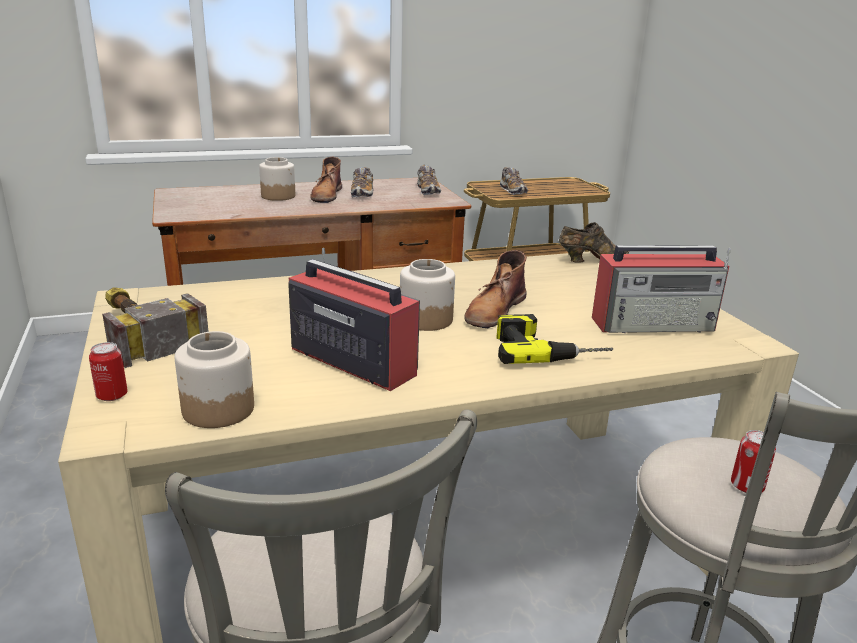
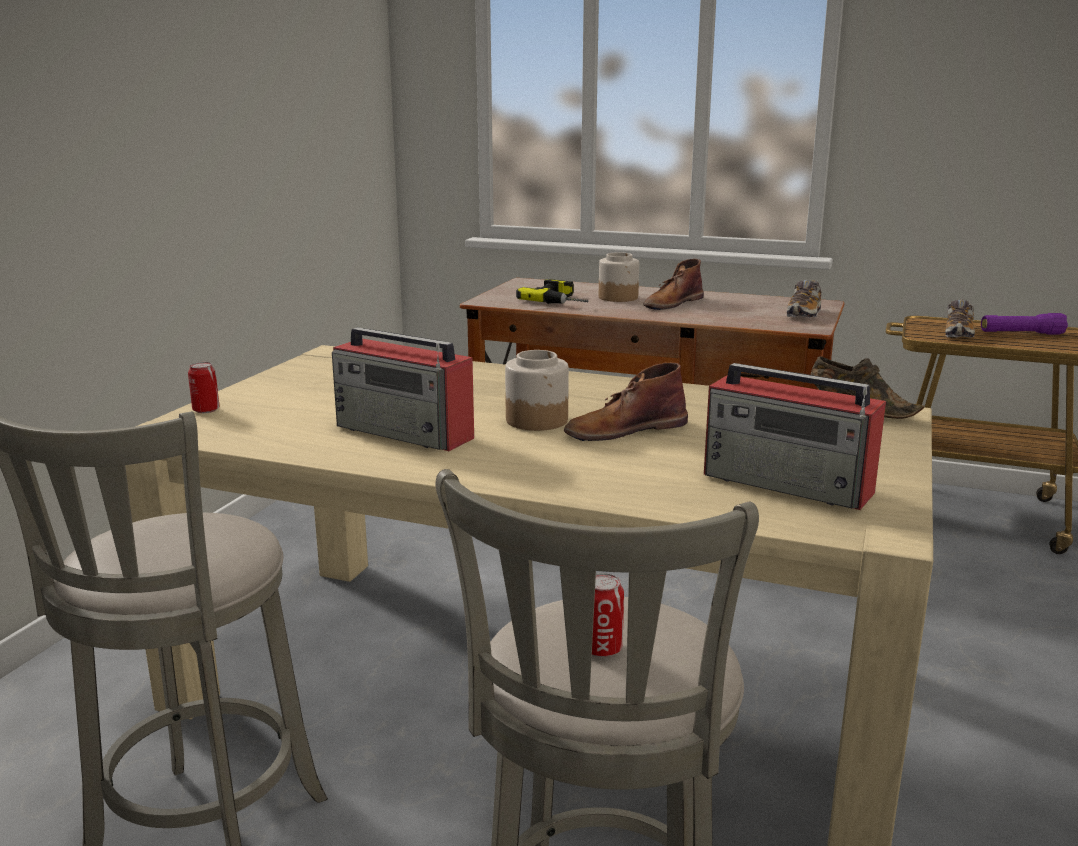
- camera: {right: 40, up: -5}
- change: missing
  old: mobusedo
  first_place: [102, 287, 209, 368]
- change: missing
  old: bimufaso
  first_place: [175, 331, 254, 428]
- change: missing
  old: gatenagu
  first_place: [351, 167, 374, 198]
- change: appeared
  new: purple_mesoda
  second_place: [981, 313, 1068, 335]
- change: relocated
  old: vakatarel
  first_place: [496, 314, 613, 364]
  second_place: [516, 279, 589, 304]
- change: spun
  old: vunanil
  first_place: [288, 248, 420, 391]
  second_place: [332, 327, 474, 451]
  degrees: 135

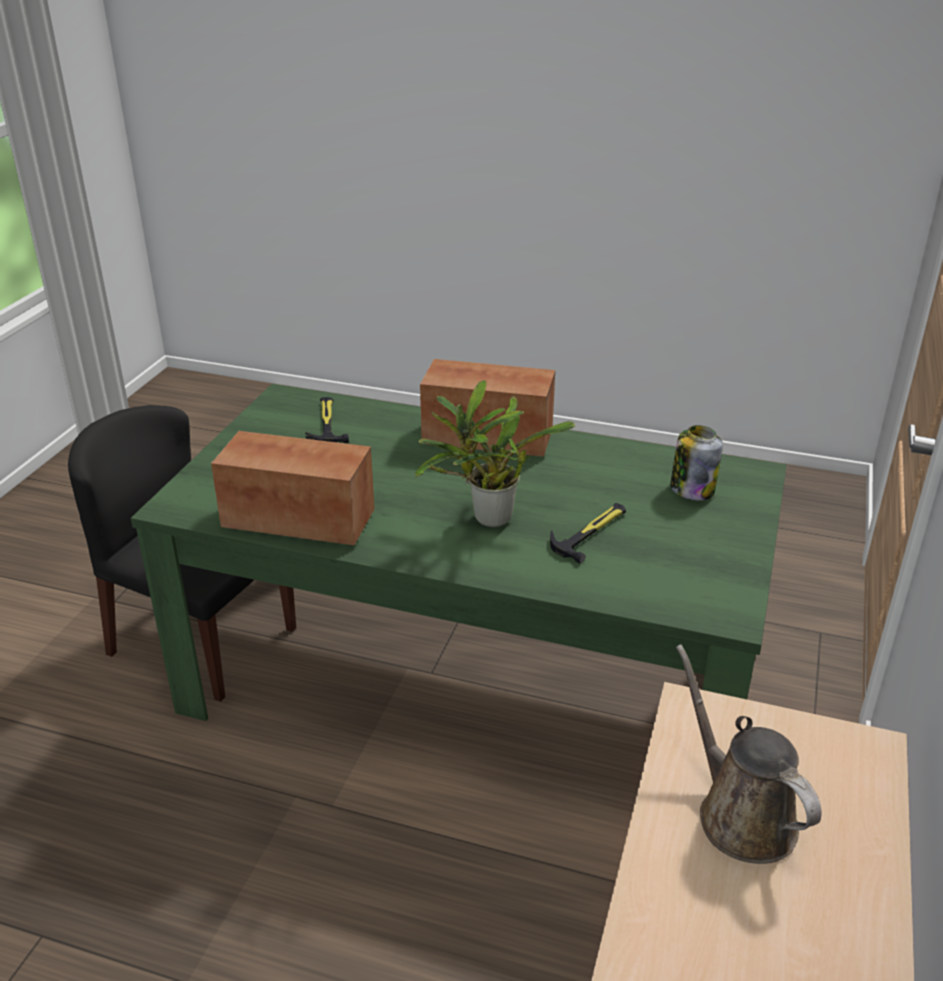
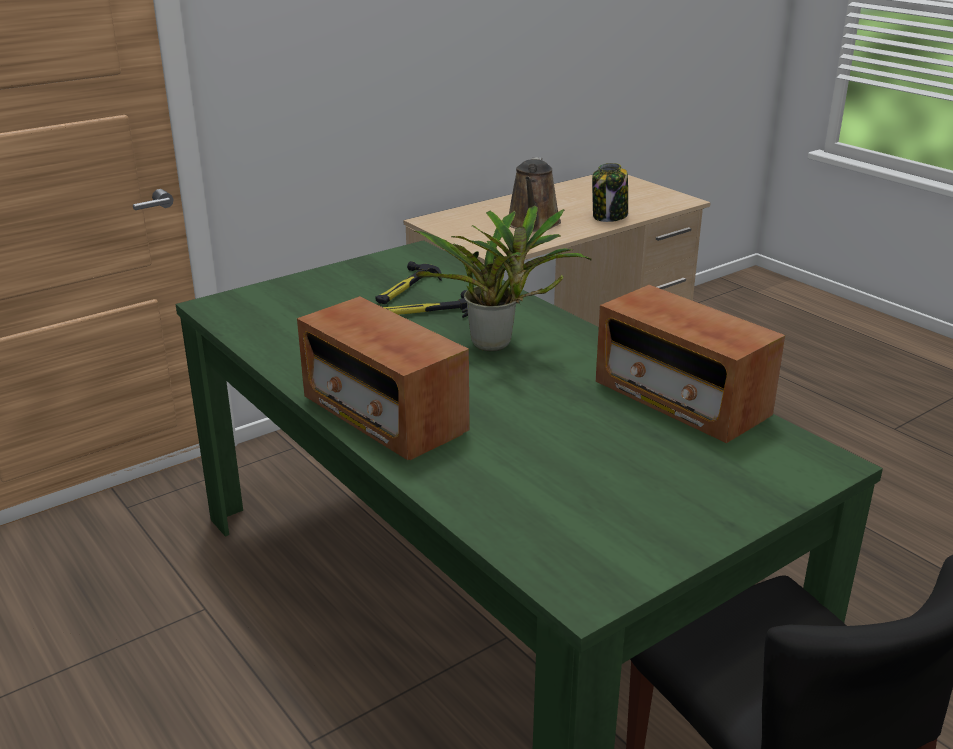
- camera: {right: -145, up: -5}
- change: relocated
  old: mobusedo
  first_place: [305, 397, 349, 443]
  second_place: [375, 261, 442, 304]
- change: relocated
  old: bimufaso
  first_place: [670, 425, 723, 501]
  second_place: [592, 163, 628, 222]

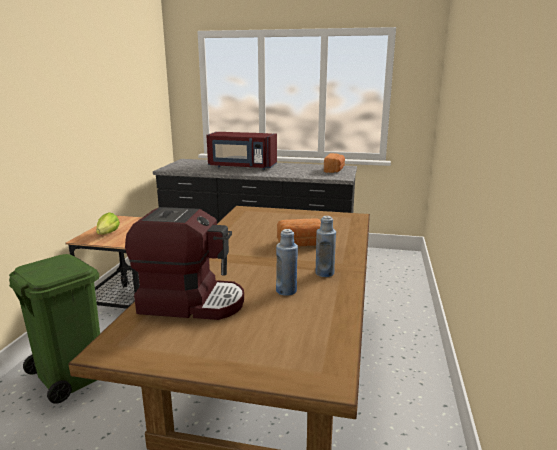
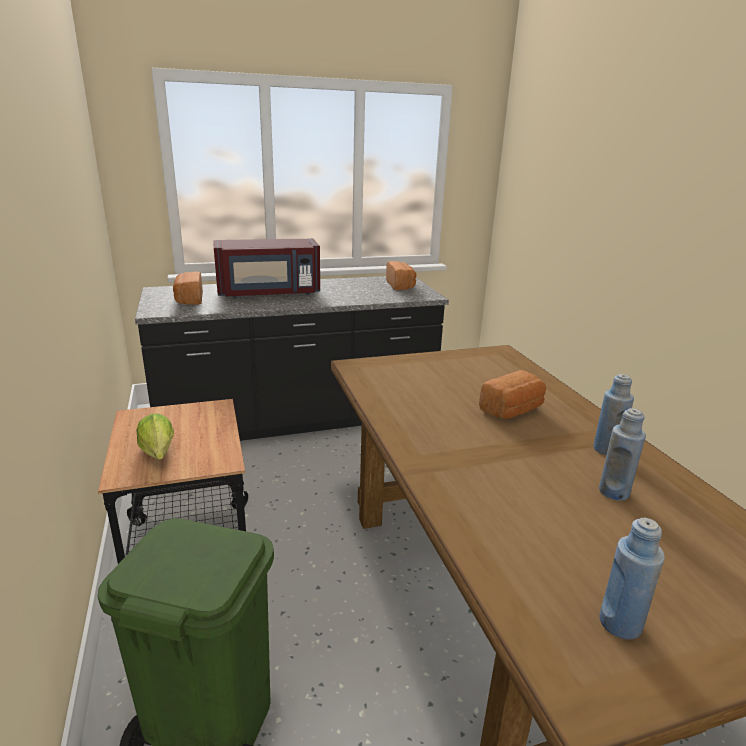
- camera: {right: -30, up: 5}
- change: missing
  old: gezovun
  first_place: [125, 207, 244, 320]
- change: appeared
  new: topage
  second_place: [173, 271, 203, 305]
- change: appeared
  new: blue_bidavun
  second_place: [599, 518, 665, 639]

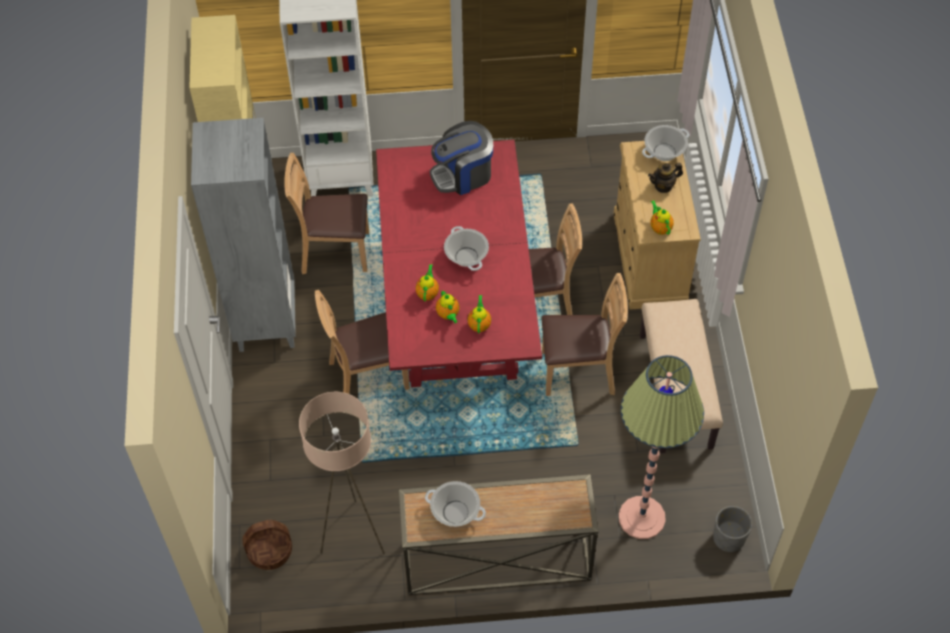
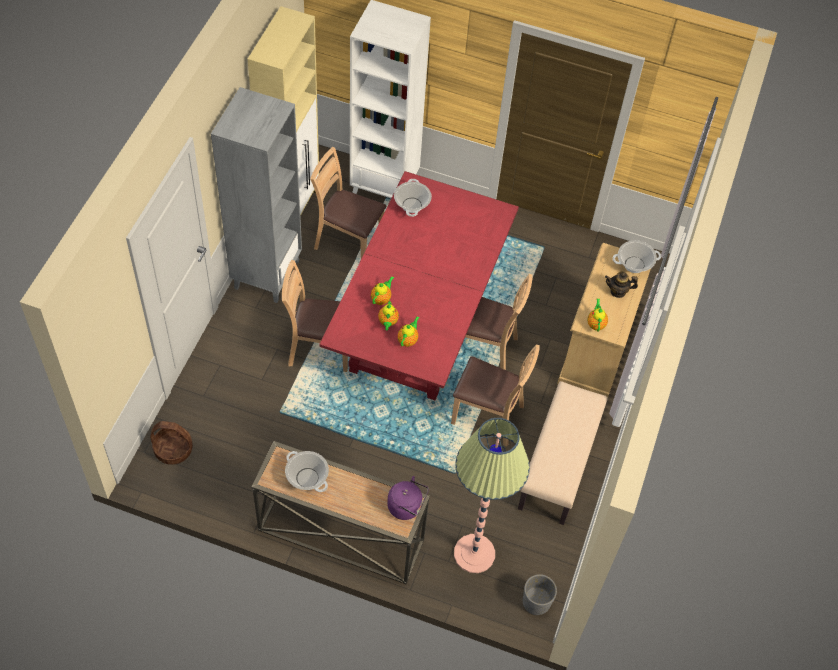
- camera: {right: 20, up: 0}
- change: missing
  old: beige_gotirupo
  first_place: [299, 392, 385, 554]
- change: missing
  old: gezovun
  first_place: [430, 121, 493, 195]
- change: appeared
  new: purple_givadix
  second_place: [387, 476, 429, 520]
- change: relocated
  old: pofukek
  first_place: [444, 226, 489, 271]
  second_place: [394, 179, 432, 217]

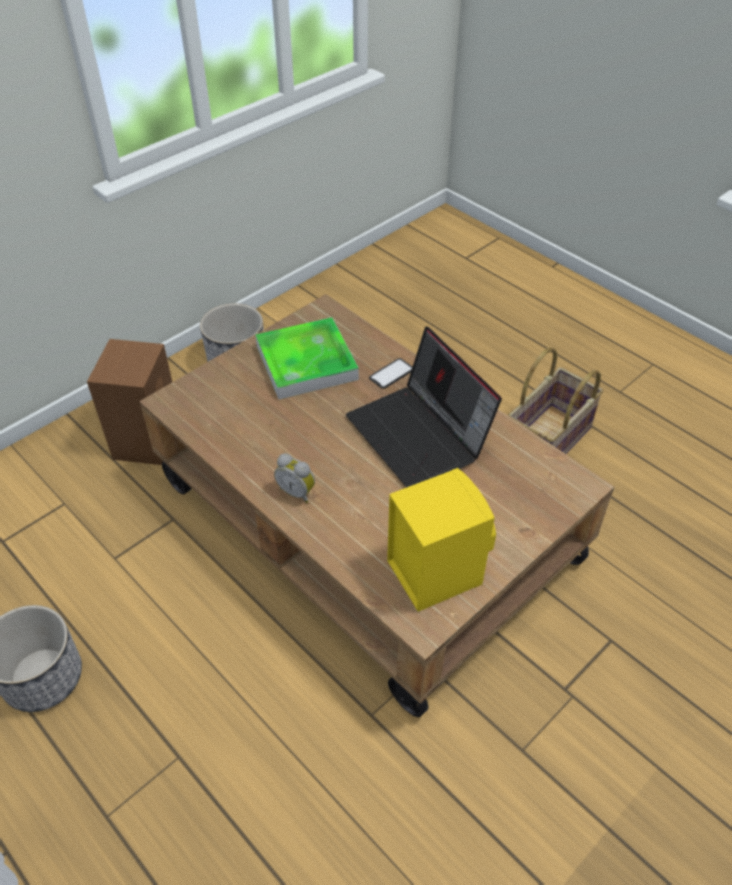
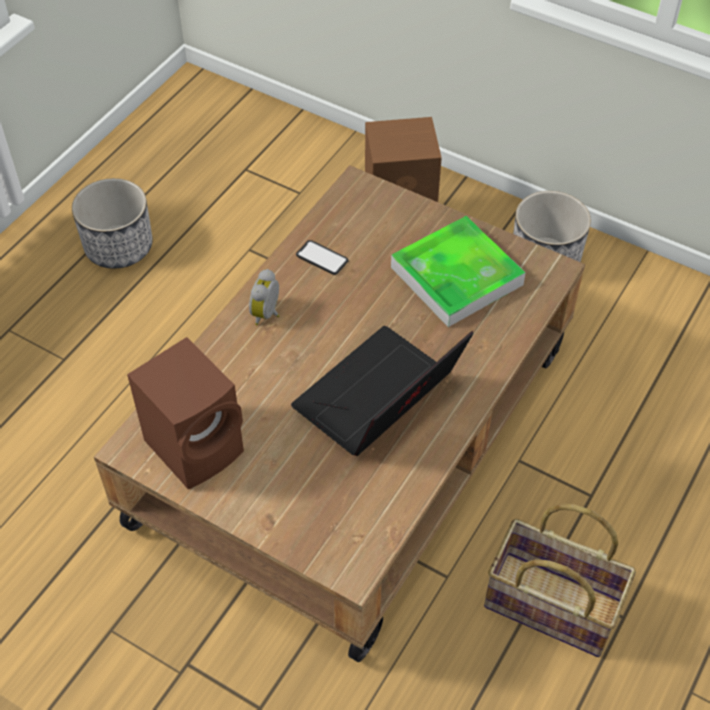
- camera: {right: 75, up: 5}
- change: relocated
  old: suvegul
  first_place: [369, 358, 412, 389]
  second_place: [296, 240, 349, 275]
- change: colour
  old: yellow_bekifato
  new: brown_bekifato
  first_place: [387, 468, 496, 612]
  second_place: [127, 337, 244, 489]

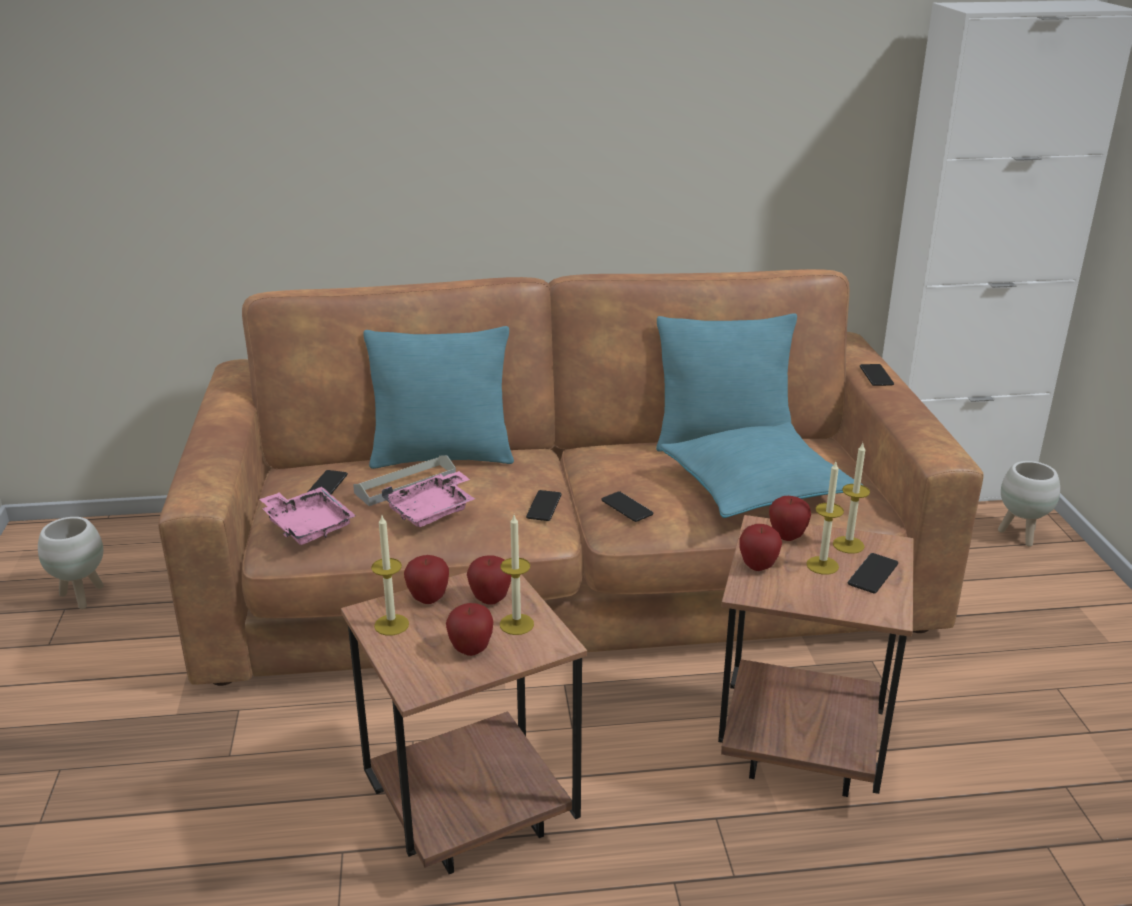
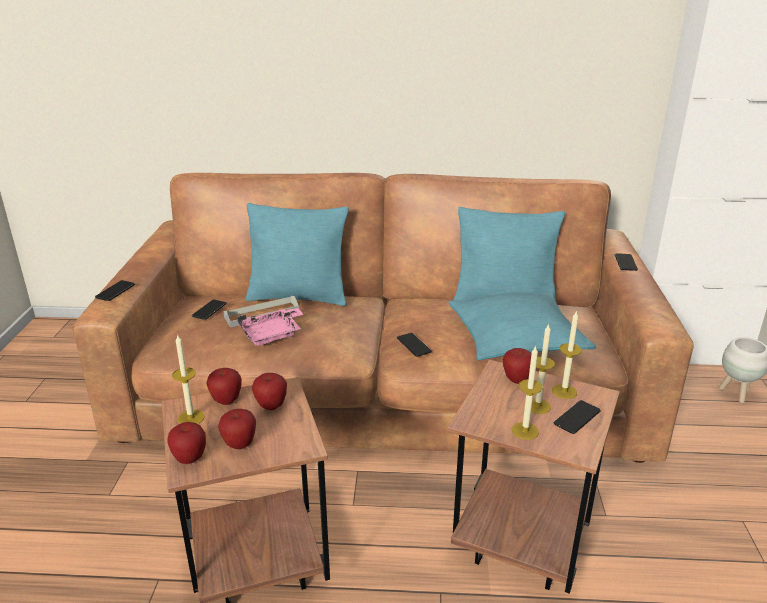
- camera: {right: 10, up: 0}
- change: missing
  old: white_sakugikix
  first_place: [38, 517, 104, 609]
- change: missing
  old: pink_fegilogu
  first_place: [260, 487, 356, 545]
- change: relocated
  old: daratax
  first_place: [500, 515, 534, 635]
  second_place: [512, 345, 543, 440]
- change: relocated
  old: suvegul
  first_place: [526, 490, 562, 521]
  second_place: [95, 280, 135, 301]
- change: relocated
  old: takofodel
  first_place: [739, 524, 782, 571]
  second_place: [168, 422, 206, 464]

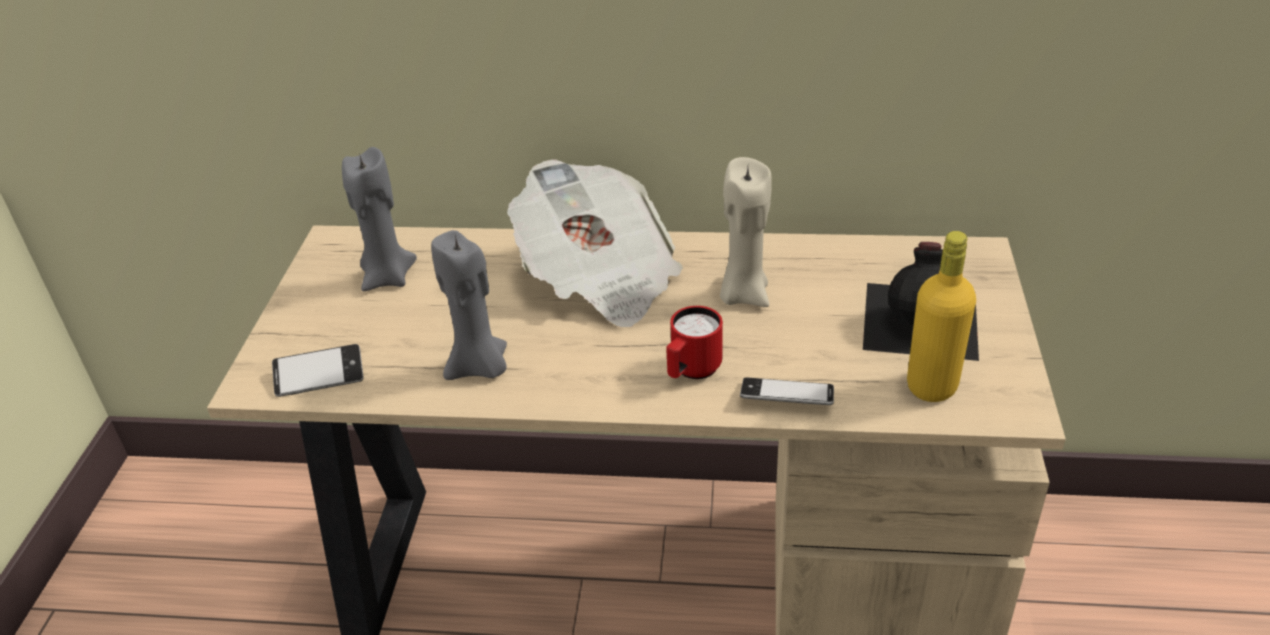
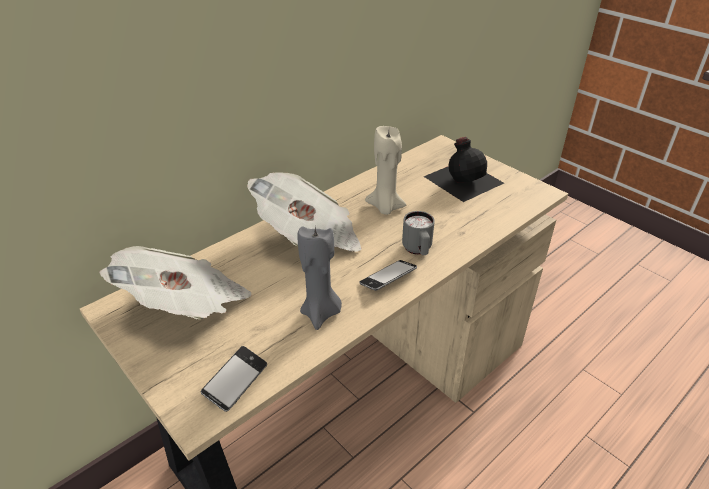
- camera: {right: -50, up: 0}
- change: missing
  old: yellow_bidavun
  first_place: [907, 231, 976, 402]
- change: relocated
  old: suvegul
  first_place: [740, 377, 834, 405]
  second_place: [359, 260, 417, 291]
- change: exchanged
  old: grey_daratax
  new: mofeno
  first_place: [342, 147, 417, 291]
  second_place: [99, 246, 251, 319]
- change: colour
  old: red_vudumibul
  new: grey_vudumibul
  first_place: [666, 306, 723, 379]
  second_place: [402, 211, 435, 255]

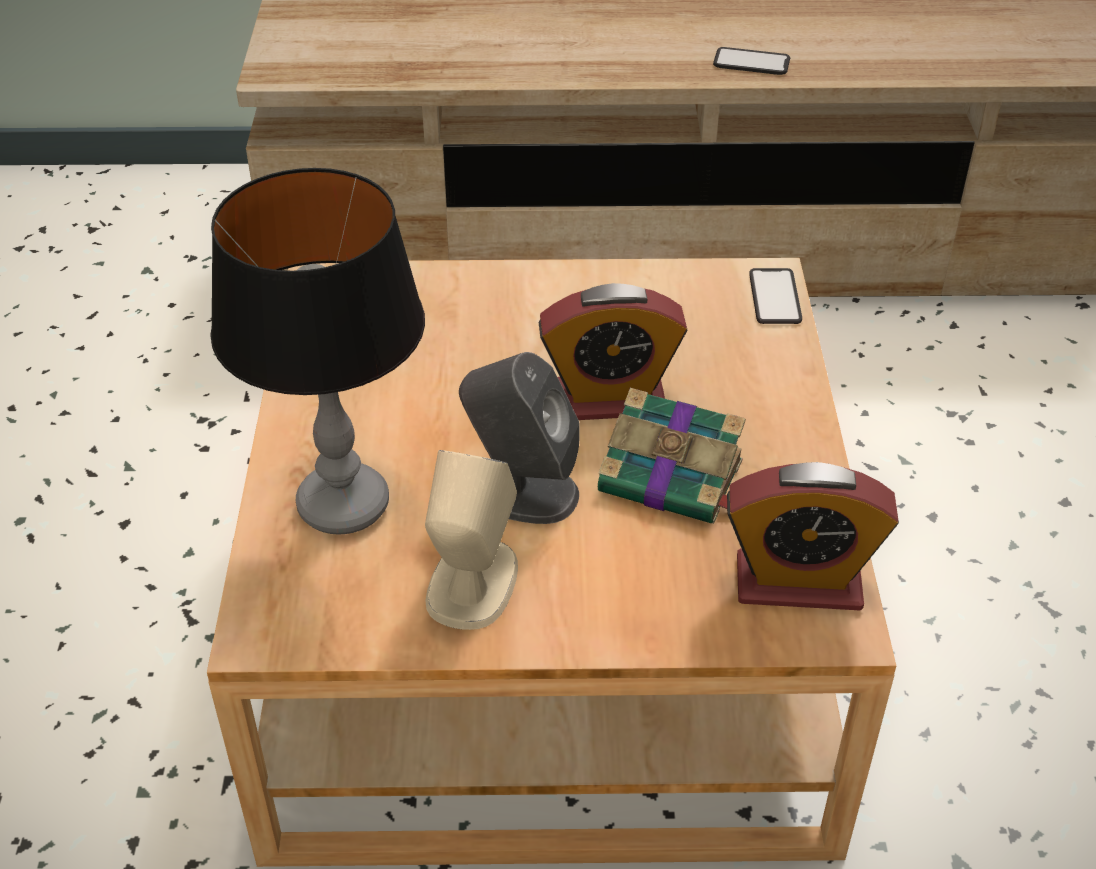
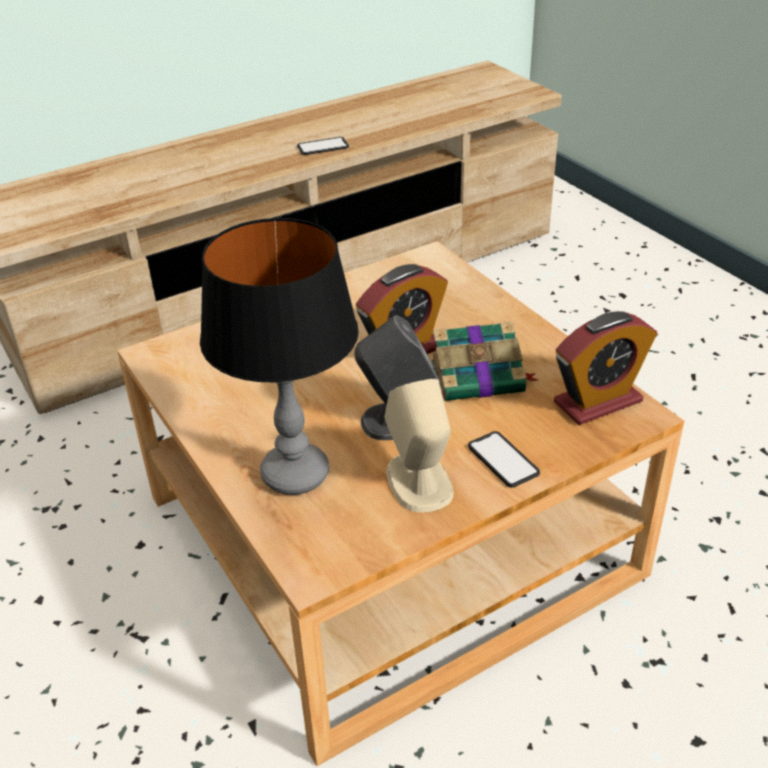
- camera: {right: -30, up: -5}
- change: relocated
  old: suvegul
  first_place: [749, 268, 802, 324]
  second_place: [468, 431, 540, 488]

